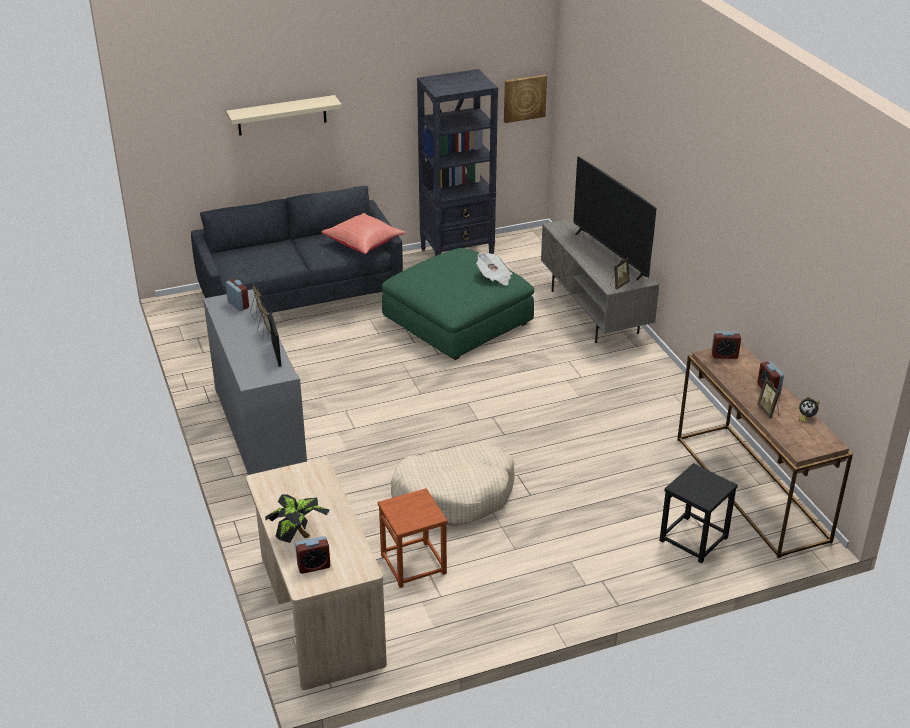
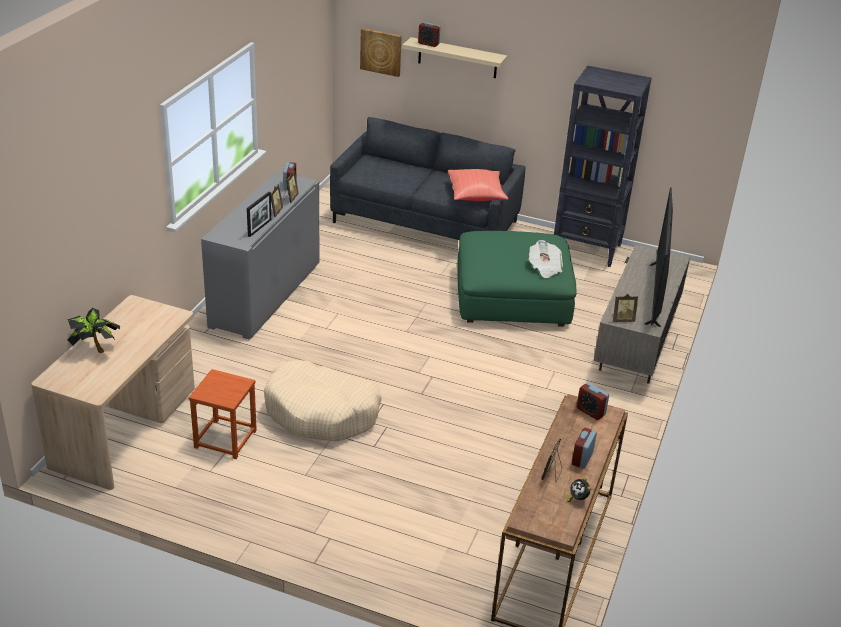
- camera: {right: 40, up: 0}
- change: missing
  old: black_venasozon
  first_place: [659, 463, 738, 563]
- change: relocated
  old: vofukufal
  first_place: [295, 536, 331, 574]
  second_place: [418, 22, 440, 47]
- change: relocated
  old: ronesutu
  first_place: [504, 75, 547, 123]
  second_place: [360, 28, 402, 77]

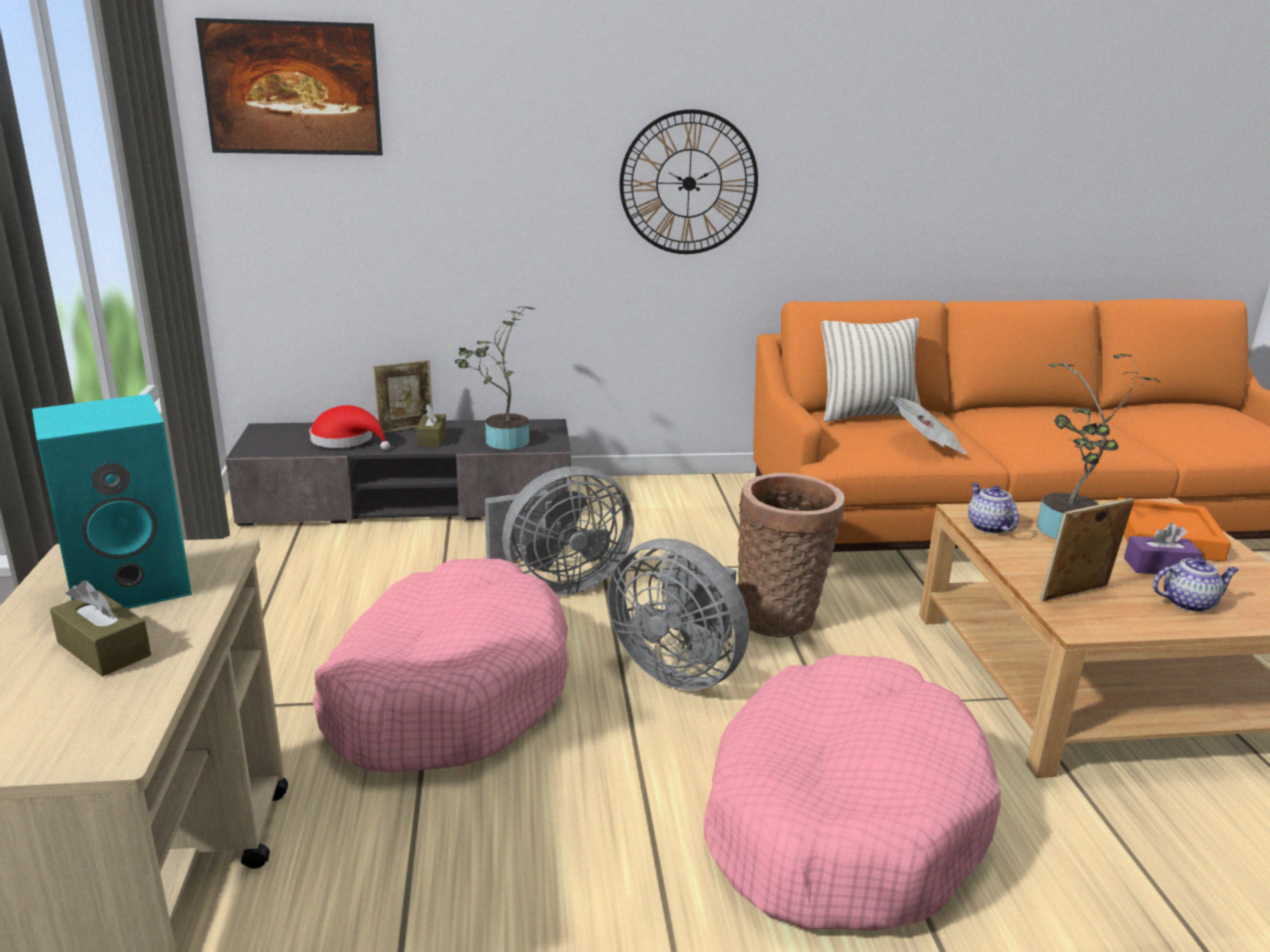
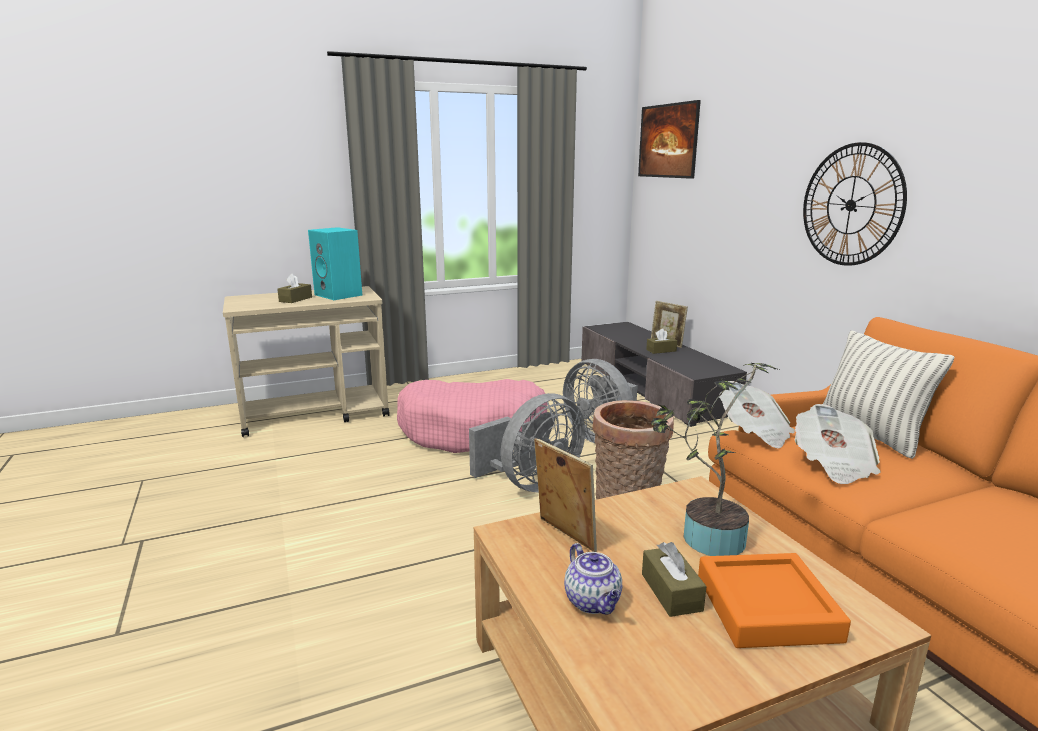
- camera: {right: 75, up: -5}
- change: missing
  old: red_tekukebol
  first_place: [310, 405, 390, 450]
- change: missing
  old: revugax
  first_place: [455, 307, 535, 450]
- change: missing
  old: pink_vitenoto
  first_place: [703, 654, 1001, 931]
- change: missing
  old: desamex
  first_place: [968, 483, 1019, 534]
- change: appeared
  new: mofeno
  second_place: [719, 381, 795, 449]
- change: colour
  old: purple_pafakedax
  new: brown_pafakedax
  first_place: [1124, 522, 1202, 575]
  second_place: [642, 542, 706, 617]
- change: spun
  old: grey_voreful
  first_place: [608, 538, 749, 690]
  second_place: [469, 393, 585, 492]
  degrees: -150

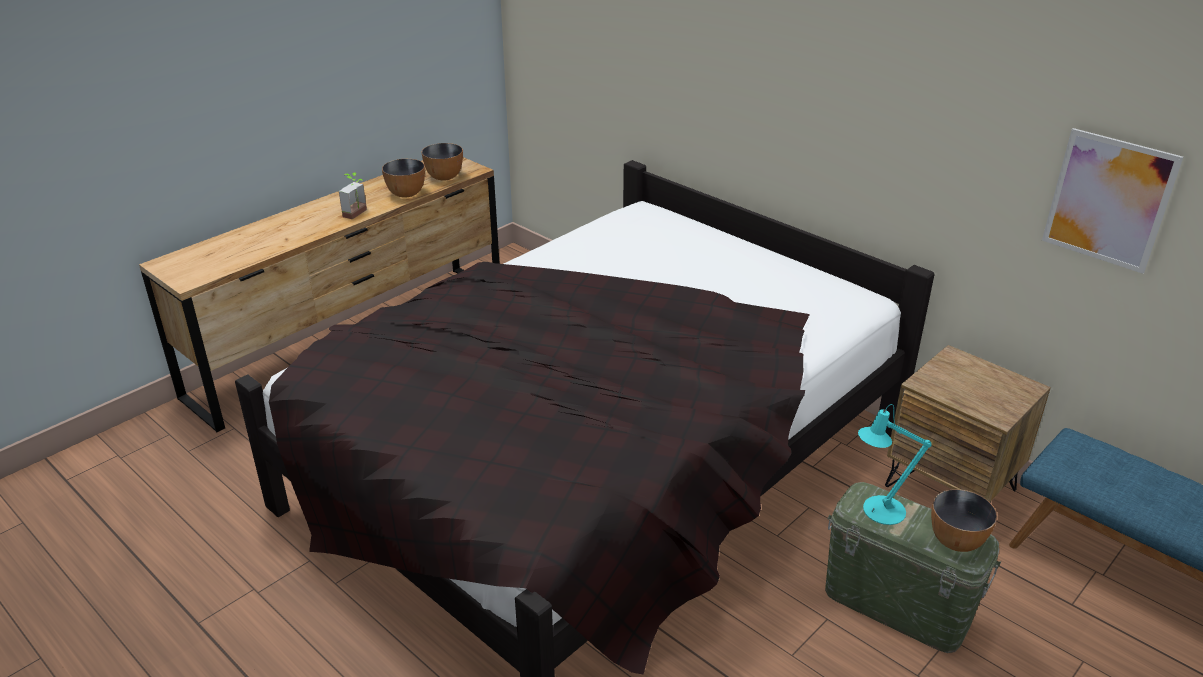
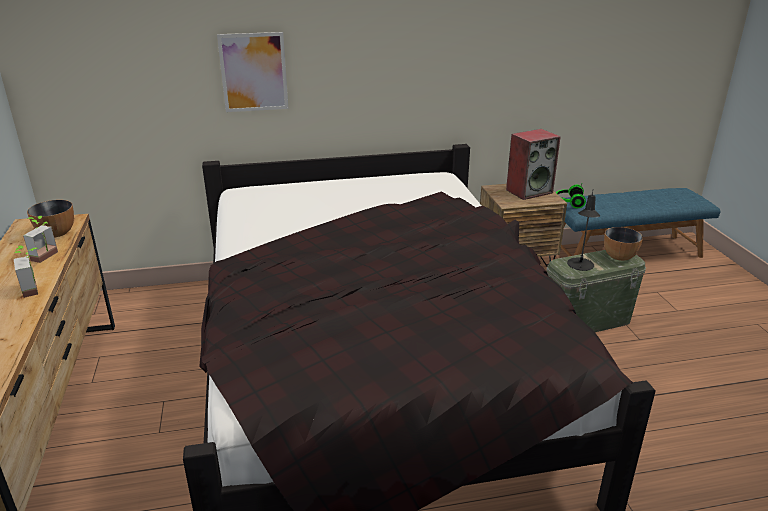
- camera: {right: -55, up: -5}
- change: appeared
  new: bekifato
  second_place: [506, 129, 561, 200]
- change: appeared
  new: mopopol
  second_place: [556, 184, 586, 208]
- change: relocated
  old: ronesutu
  first_place: [1042, 128, 1183, 274]
  second_place: [217, 32, 289, 112]
- change: exchanged
  old: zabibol
  new: revugax
  first_place: [382, 159, 425, 198]
  second_place: [23, 216, 58, 263]
- change: colour
  old: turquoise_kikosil
  new: black_kikosil
  first_place: [858, 404, 932, 525]
  second_place: [567, 191, 600, 271]

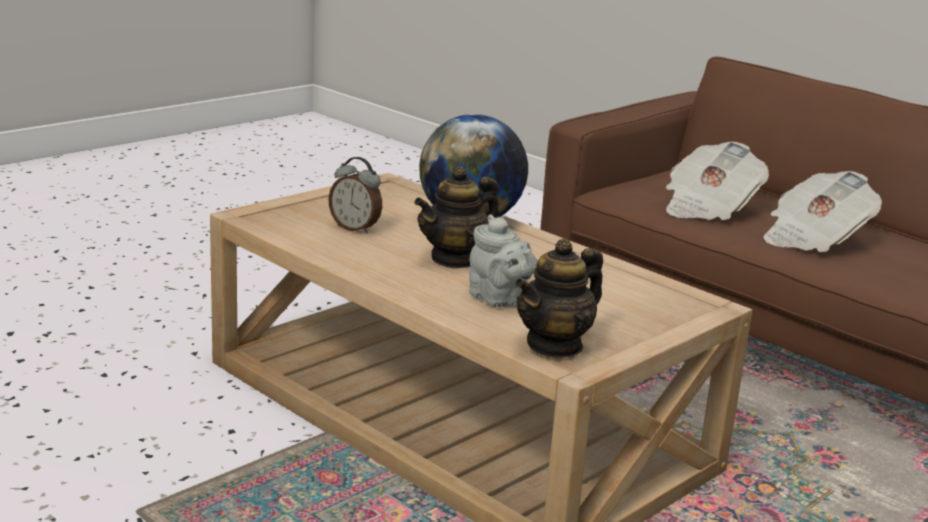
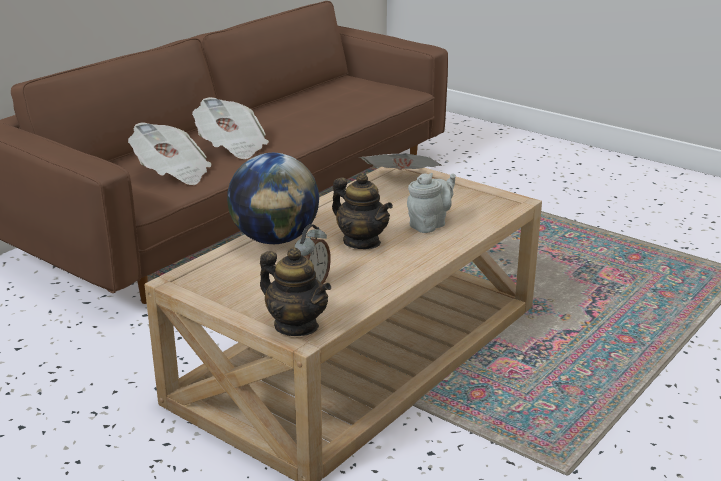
- camera: {right: -95, up: 5}
- change: appeared
  new: mofeno
  second_place: [360, 154, 441, 170]
- change: relocated
  old: desamex
  first_place: [515, 238, 603, 358]
  second_place: [260, 247, 331, 336]

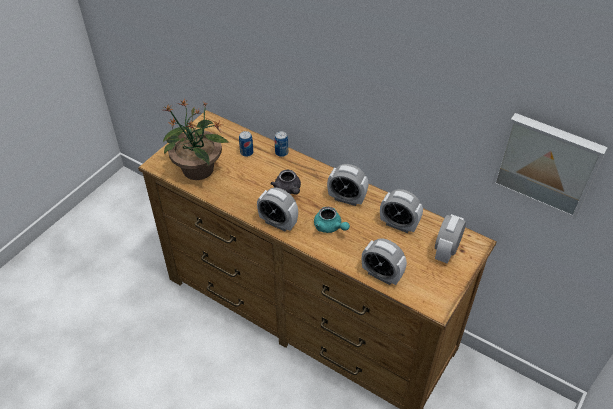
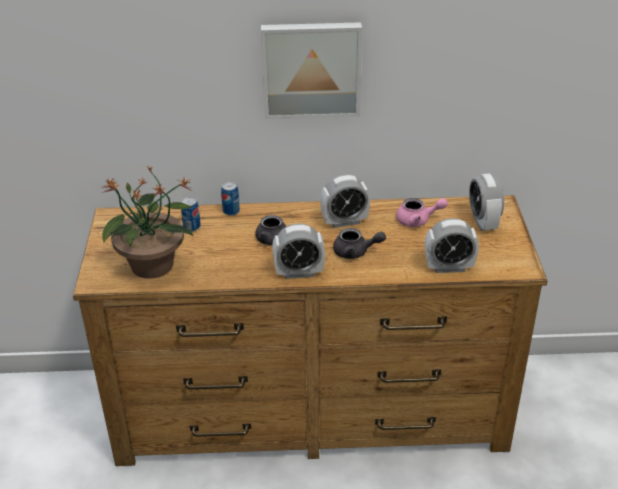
- camera: {right: -35, up: -10}
- change: relocated
  old: ronesutu
  first_place: [492, 113, 608, 219]
  second_place: [261, 22, 362, 119]
- change: exchanged
  old: vofukufal
  new: pink_desamex
  first_place: [380, 189, 423, 233]
  second_place: [396, 198, 448, 227]
- change: colour
  old: turquoise_desamex
  new: grey_desamex
  first_place: [314, 207, 350, 233]
  second_place: [333, 228, 386, 259]

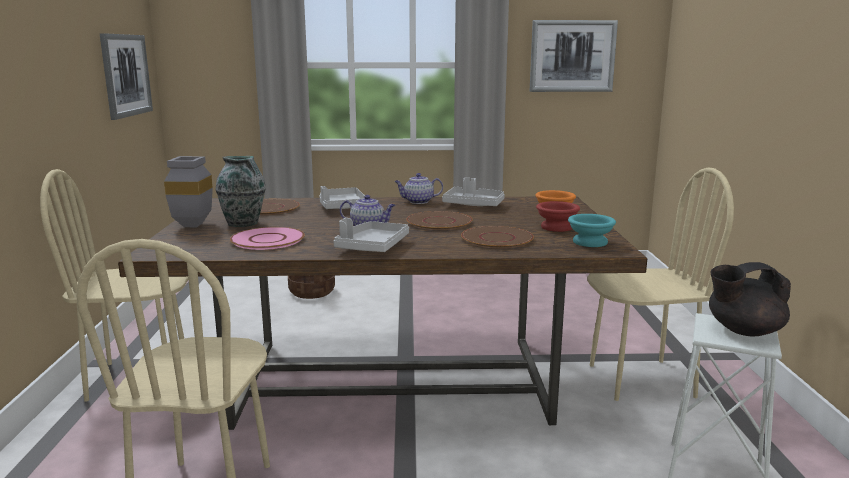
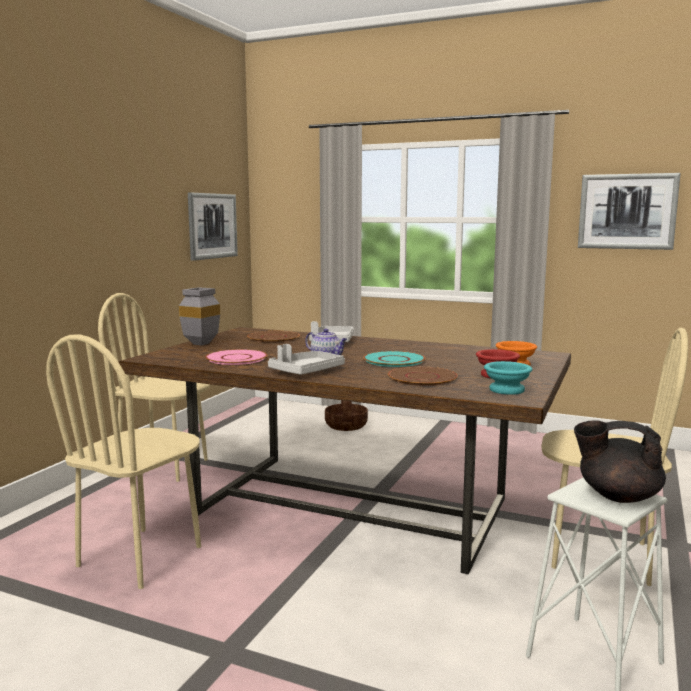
- camera: {right: 25, up: -5}
- change: missing
  old: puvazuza
  first_place: [215, 156, 266, 227]
- change: missing
  old: desamex
  first_place: [394, 173, 443, 204]
- change: missing
  old: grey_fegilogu
  first_place: [442, 178, 505, 206]
- change: colour
  old: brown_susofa
  new: turquoise_susofa
  first_place: [406, 211, 473, 230]
  second_place: [363, 351, 426, 367]

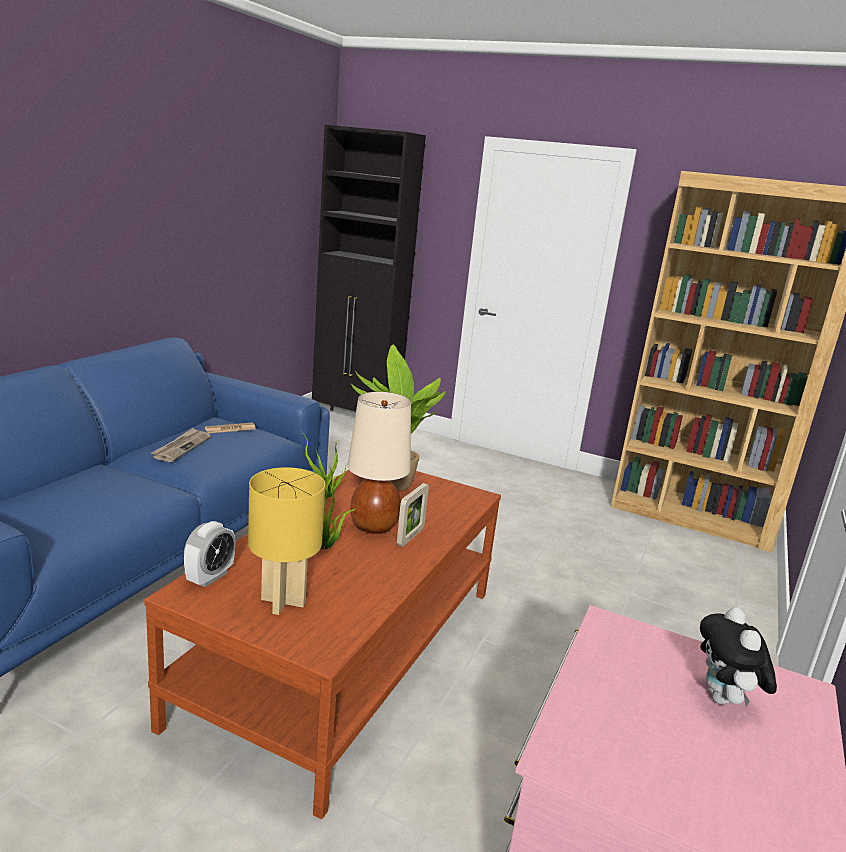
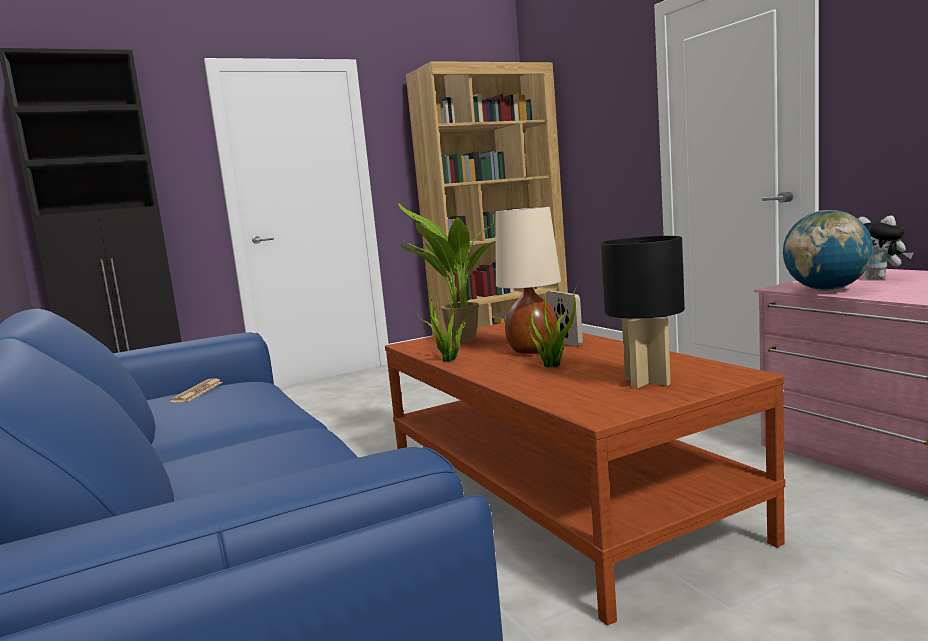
- camera: {right: -50, up: -10}
- change: missing
  old: mofeno
  first_place: [151, 428, 211, 462]
- change: missing
  old: vofukufal
  first_place: [184, 521, 236, 587]
- change: appeared
  new: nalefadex
  second_place: [783, 210, 873, 291]
- change: colour
  old: yellow_kikosil
  new: black_kikosil
  first_place: [248, 467, 325, 615]
  second_place: [601, 236, 685, 388]

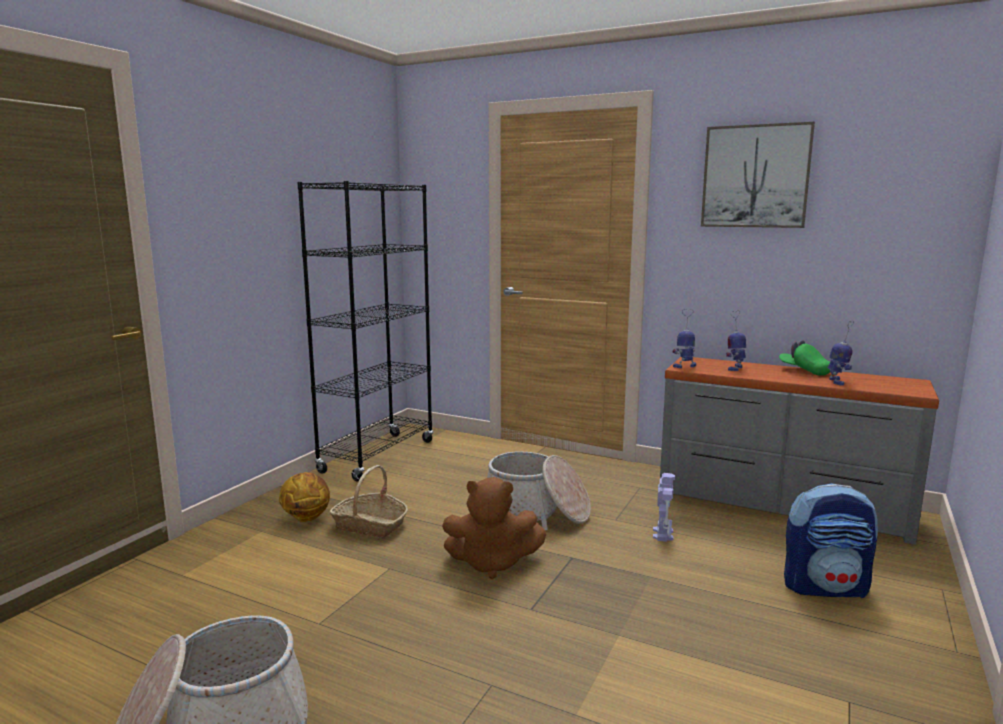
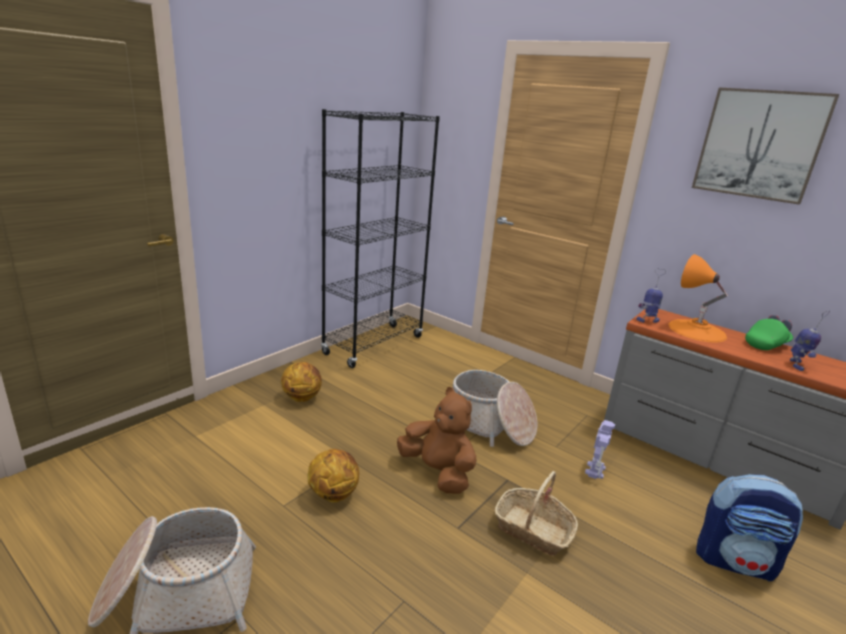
- camera: {right: 10, up: 10}
- change: appeared
  new: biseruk
  second_place: [308, 449, 359, 503]
- change: relocated
  old: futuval
  first_place: [329, 465, 408, 538]
  second_place: [495, 471, 578, 556]
- change: exchanged
  old: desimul
  new: orange_kikosil
  first_place: [726, 310, 746, 371]
  second_place: [668, 254, 728, 342]
- change: spun
  old: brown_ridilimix
  first_place: [442, 477, 546, 579]
  second_place: [397, 387, 477, 494]
  degrees: -150
- change: spun
  old: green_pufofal
  first_place: [779, 340, 830, 376]
  second_place: [745, 315, 793, 350]
  degrees: 90

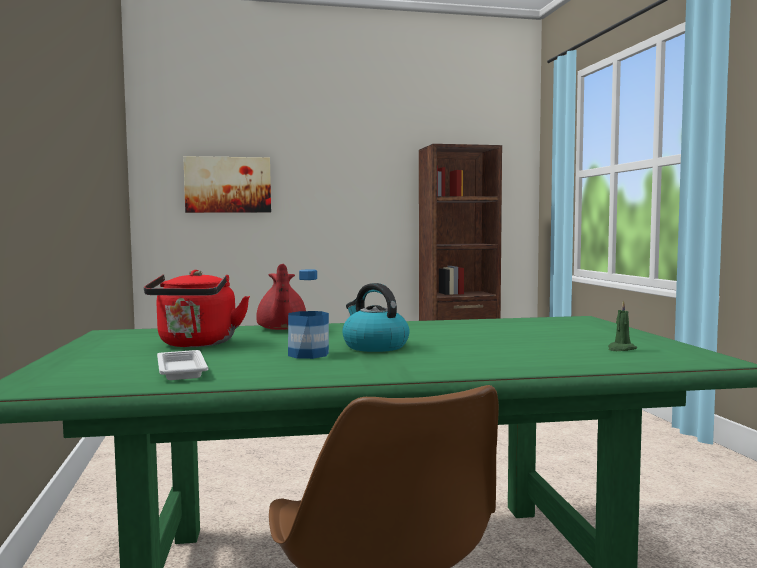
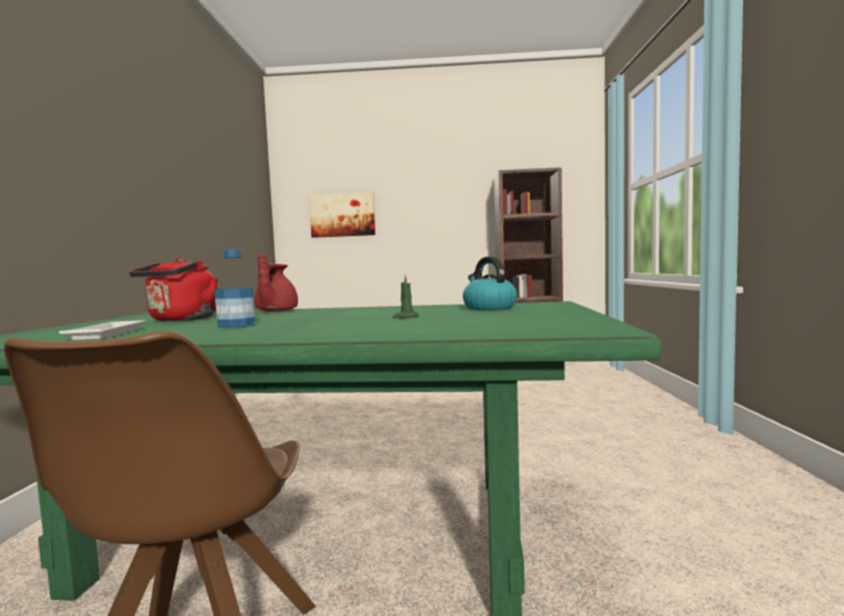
- camera: {right: 15, up: 0}
- change: relocated
  old: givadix
  first_place: [342, 283, 410, 352]
  second_place: [463, 257, 517, 310]
- change: relocated
  old: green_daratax
  first_place: [608, 300, 637, 351]
  second_place: [393, 274, 419, 319]

